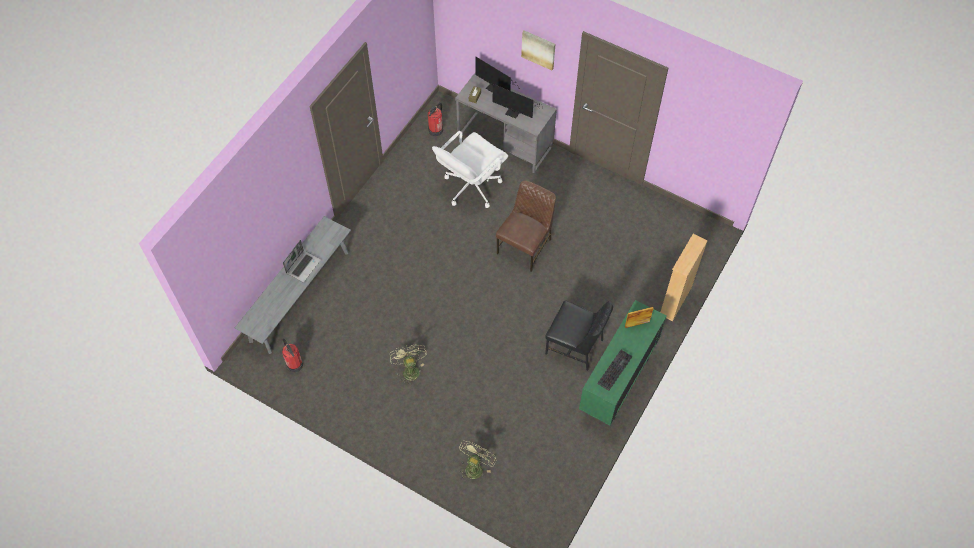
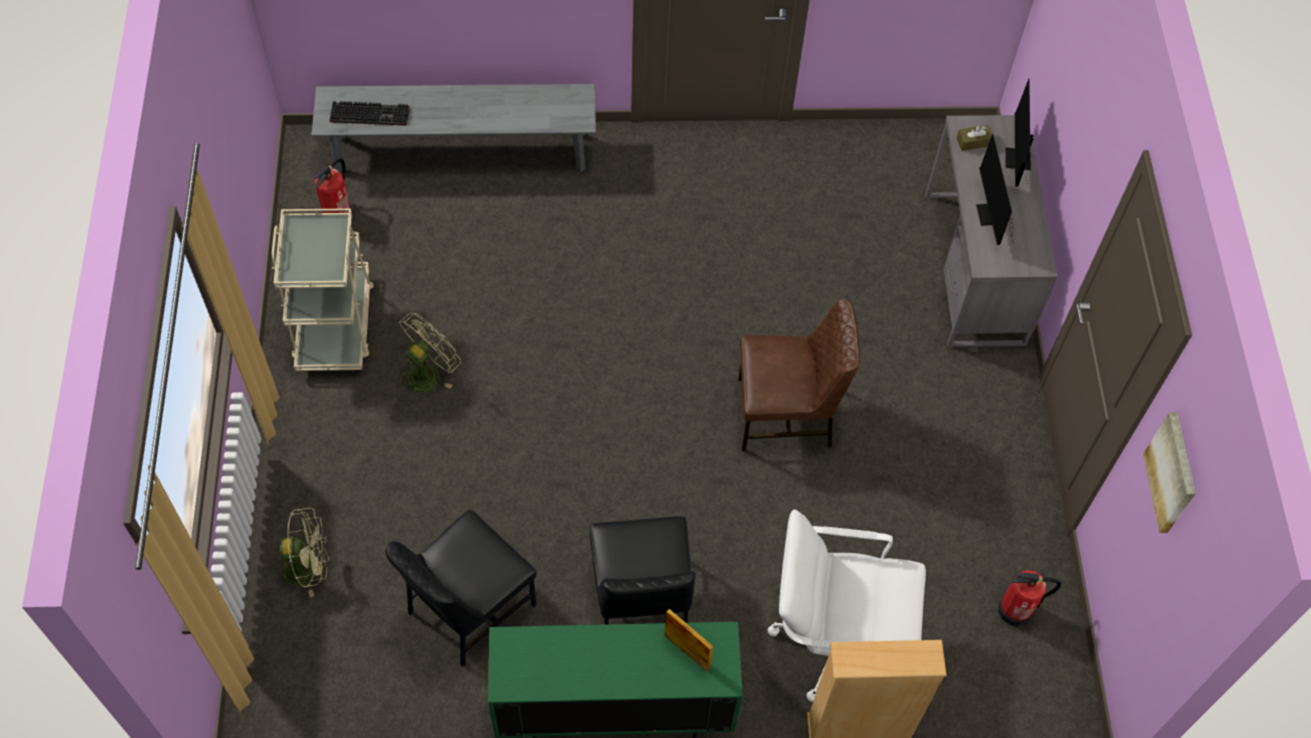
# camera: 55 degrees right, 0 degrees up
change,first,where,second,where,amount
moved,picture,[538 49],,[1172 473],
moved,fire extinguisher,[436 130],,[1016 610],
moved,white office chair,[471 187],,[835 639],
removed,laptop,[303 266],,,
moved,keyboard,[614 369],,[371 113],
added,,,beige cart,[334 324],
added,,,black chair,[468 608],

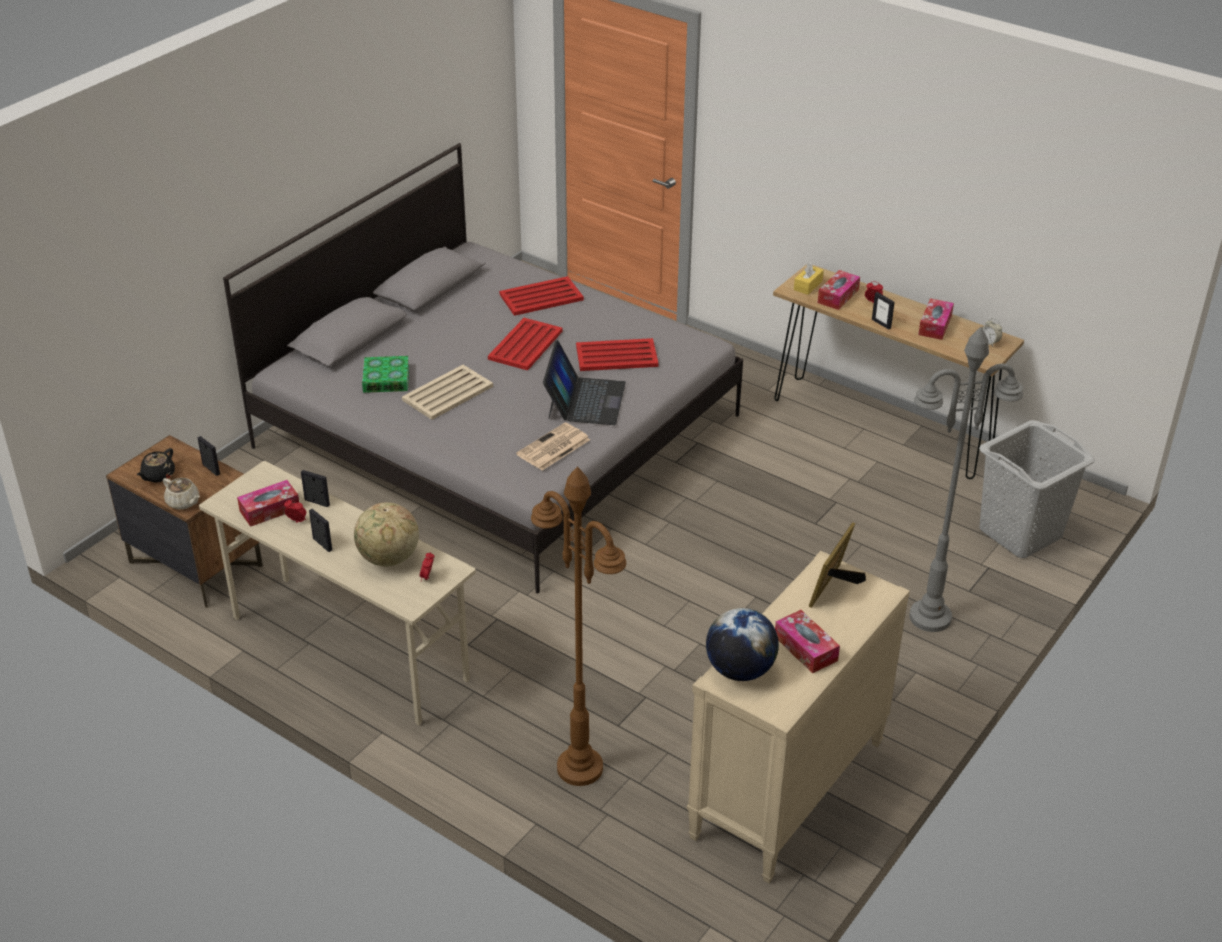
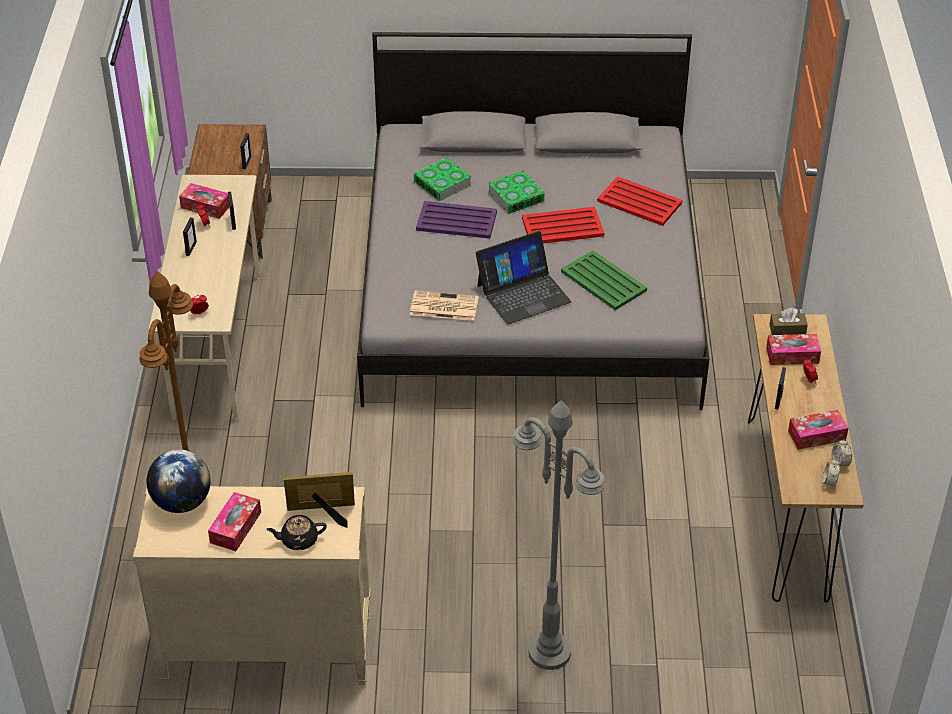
# camera: 55 degrees right, 5 degrees up
change,first,where,second,where,amount
recoloured,yellow tissue box,[808 285],brown tissue box,[787 330],
recoloured,red tray,[616 356],green tray,[603 280],
recoloured,beige tray,[447 393],purple tray,[456 221],
removed,grey laundry basket,[1020 533],,,
moved,black teapot,[158 476],,[298 540],
removed,beige teapot,[183 502],,,
removed,globe,[388 558],,,
added,,,book,[516 196],
added,,,alarm clock,[840 463],

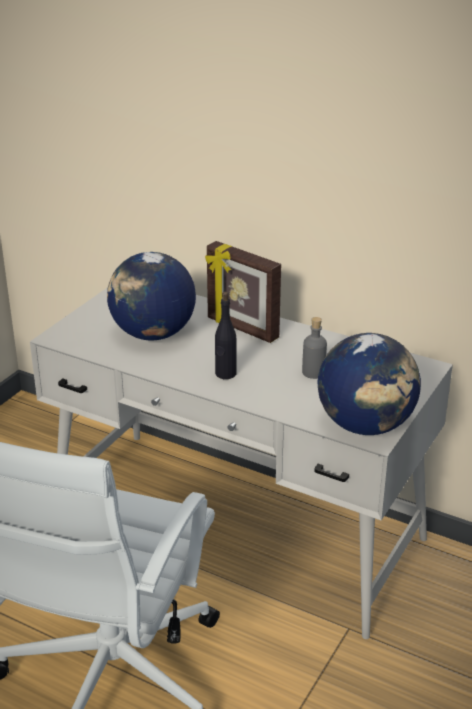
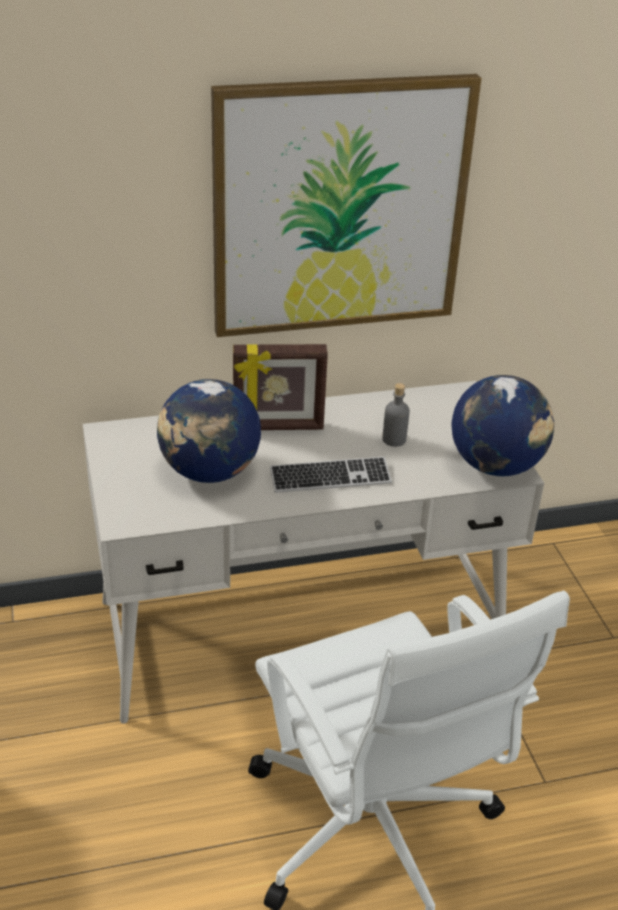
# camera: 45 degrees left, 5 degrees up
change,first,where,second,where,amount
replaced,black bottle,[225 374],keyboard,[330 477],
added,,,picture,[340 208],

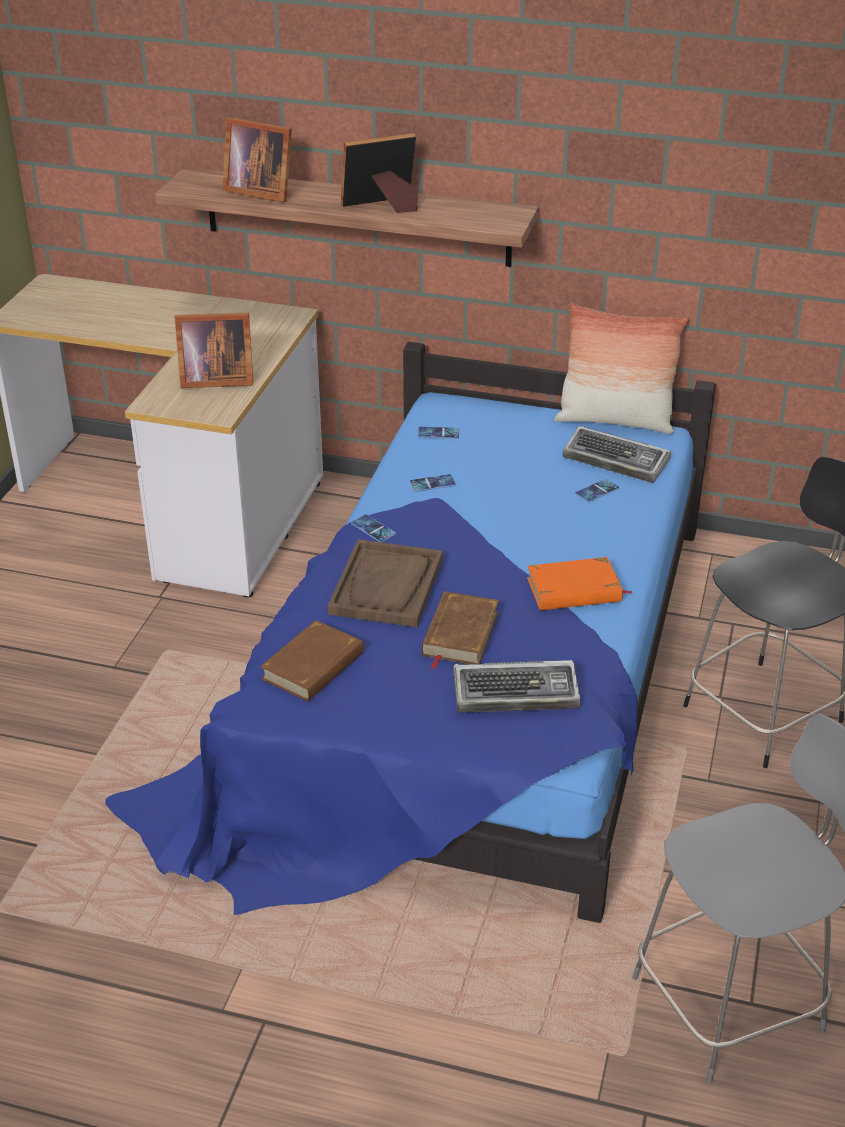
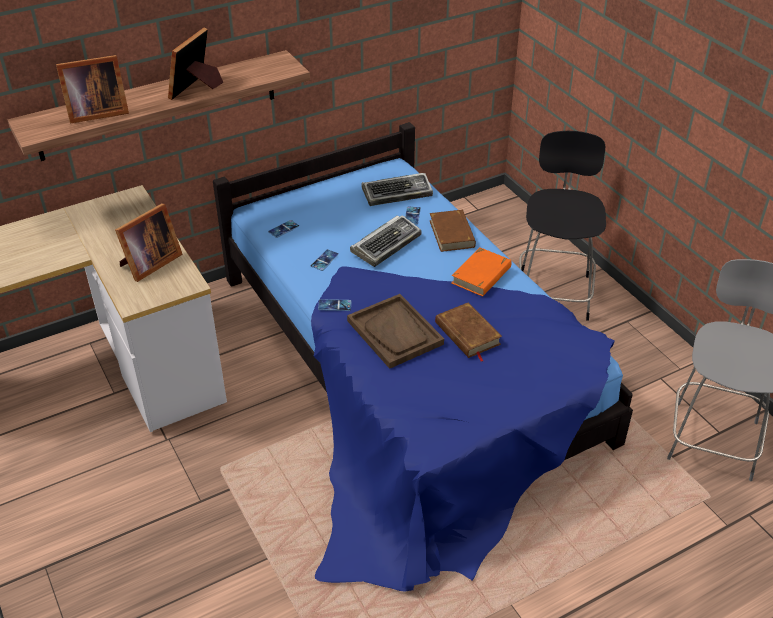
# camera: 45 degrees left, 5 degrees up
change,first,where,second,where,amount
removed,pillow,[615 421],,,
moved,brown book,[314 666],,[452 233],
moved,keyboard,[517 693],,[386 244],

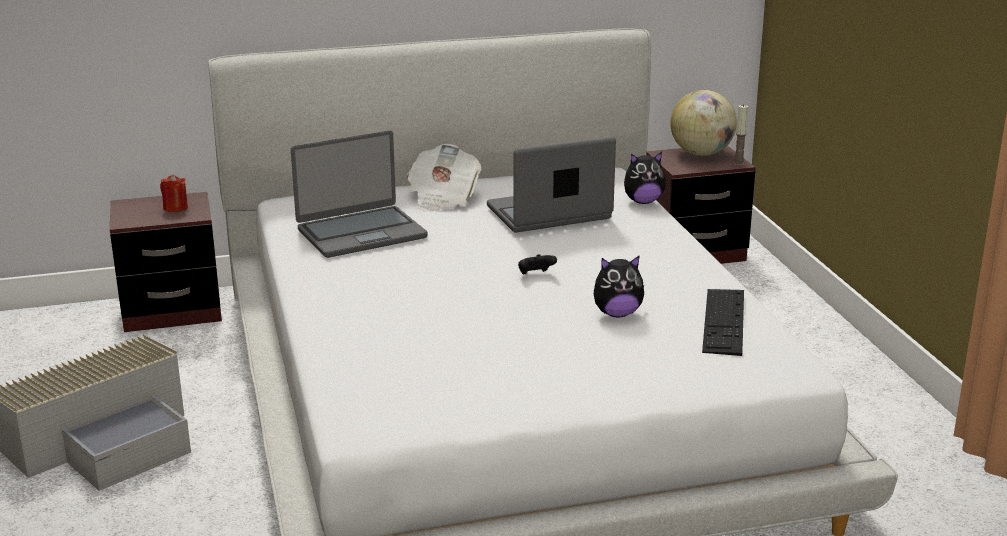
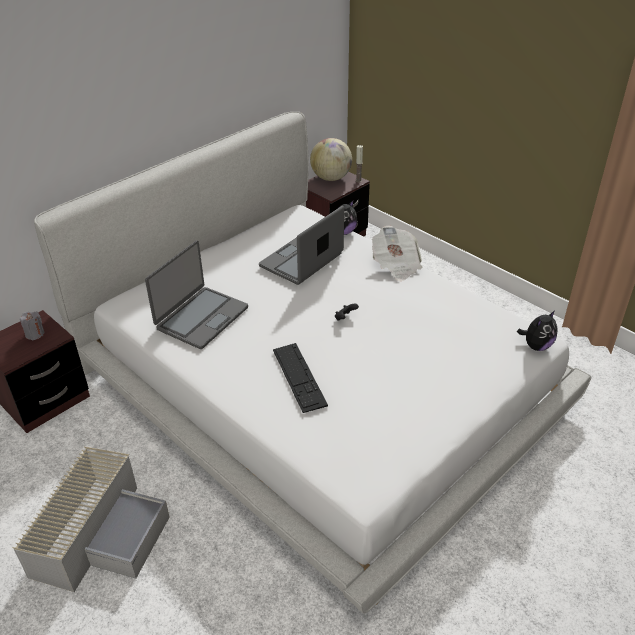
# camera: 30 degrees left, 15 degrees up
change,first,where,second,where,amount
moved,newspaper,[442 198],,[396 265],
recoloured,red candle,[175 208],grey candle,[35 334],
moved,plush toy,[617 313],,[536 346],
moved,keyboard,[724 321],,[299 377],

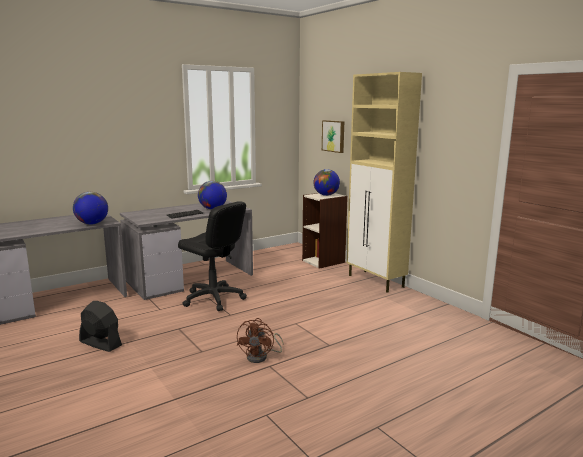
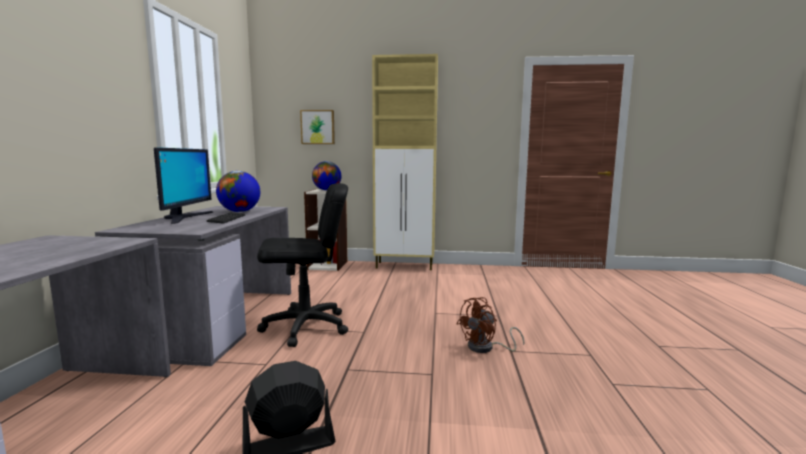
# camera: 50 degrees left, 5 degrees down
change,first,where,second,where,amount
removed,globe,[92 224],,,
turned,brown fan,[261 357],,[486 348],90 degrees clockwise
added,,,monitor,[185 218],

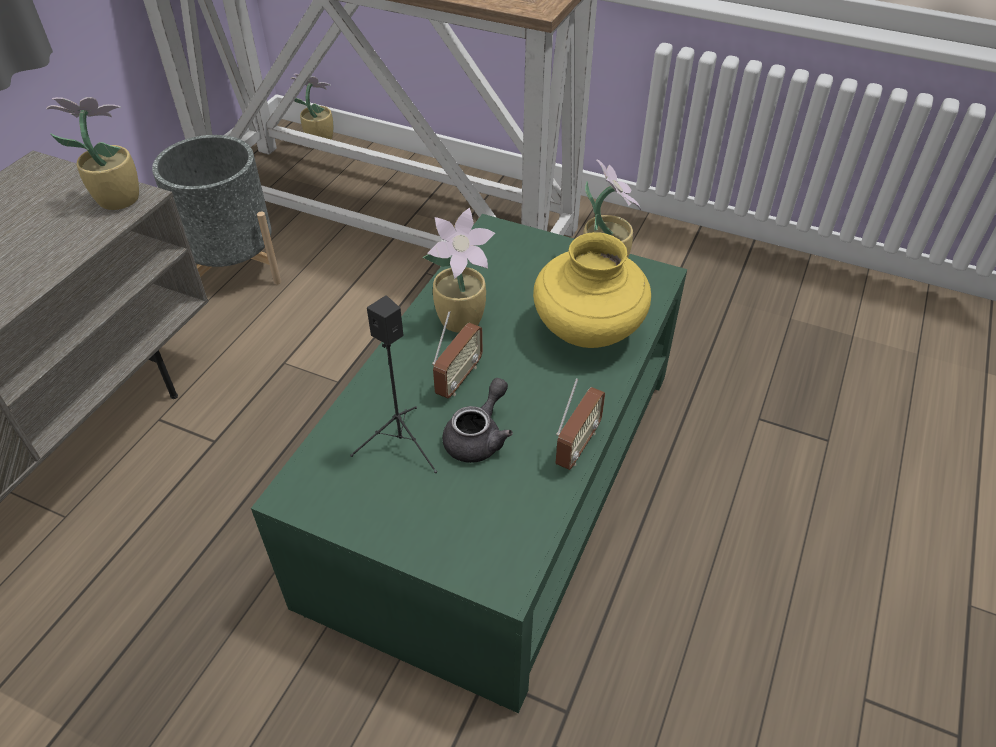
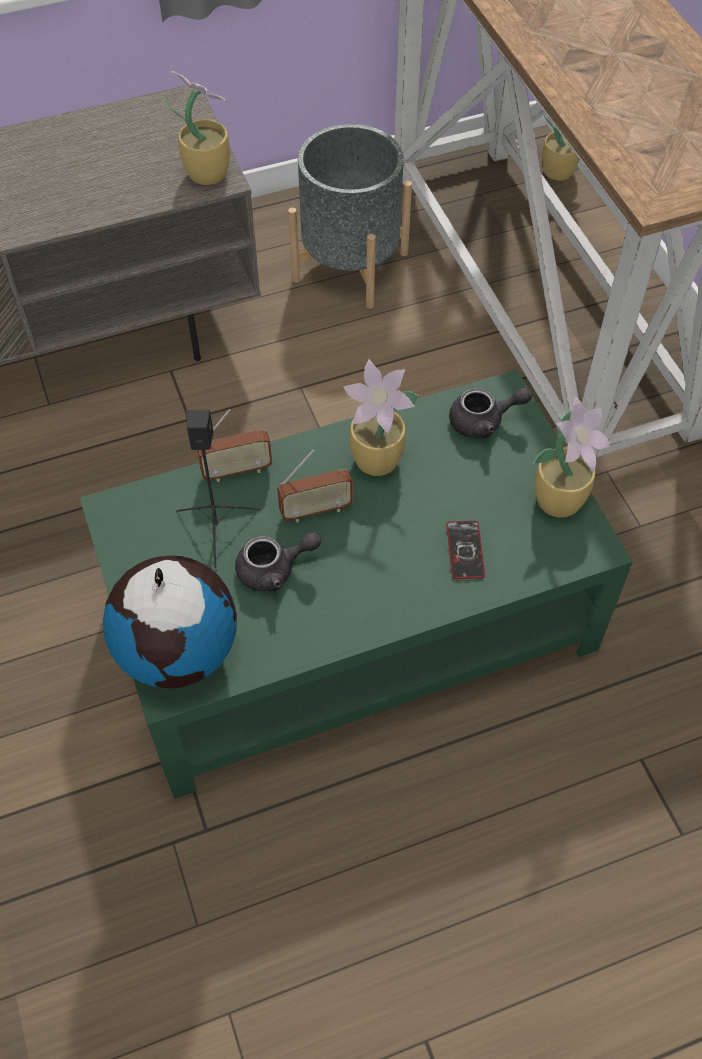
# camera: 45 degrees right, 10 degrees up
change,first,where,second,where,amount
replaced,yellow vase,[588 331],phone,[465 550],
moved,radio,[577 446],,[237 471],
added,,,grey teapot,[484 421],
added,,,globe,[179 650],

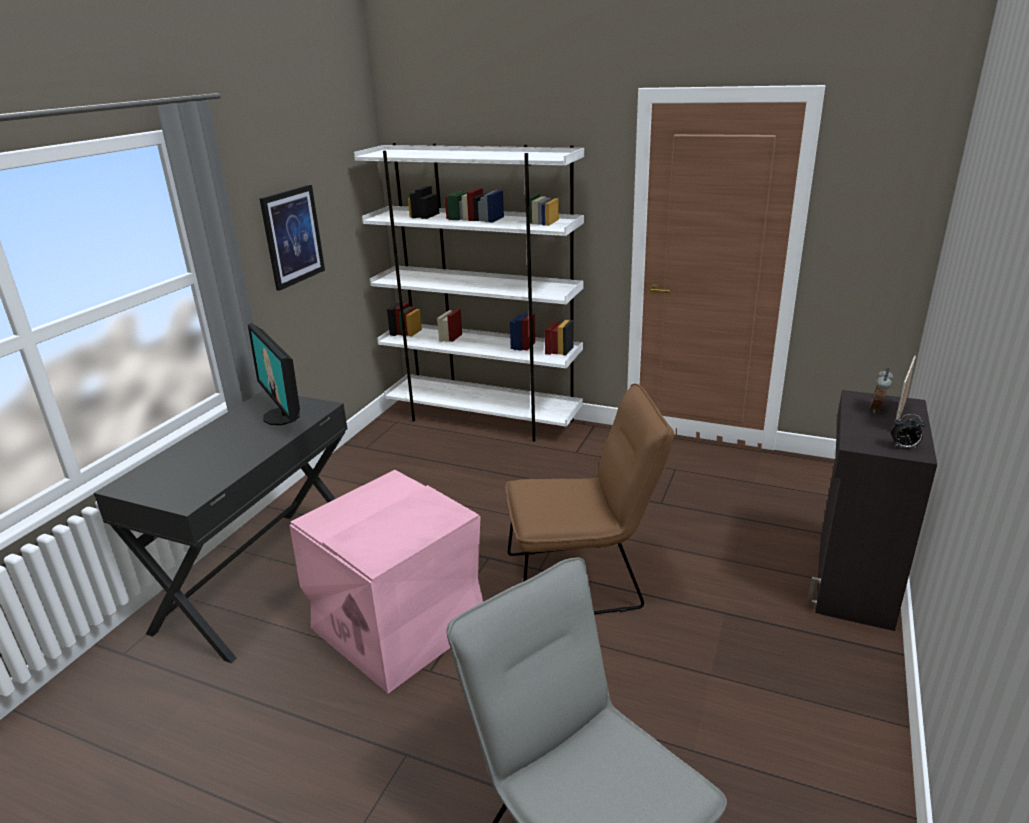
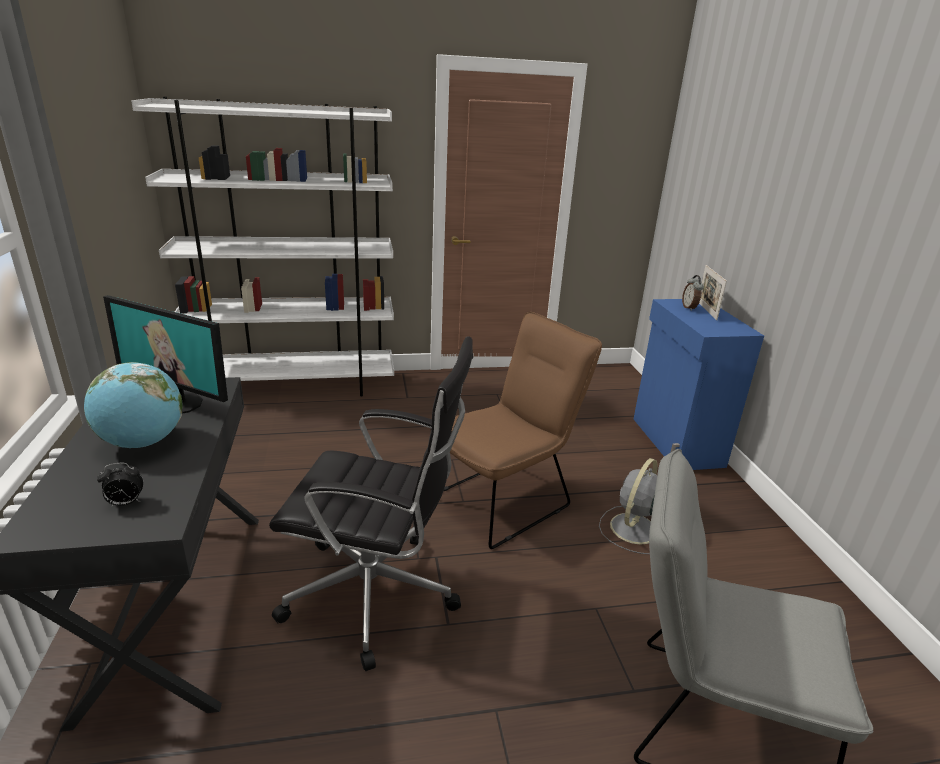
# camera: 35 degrees left, 0 degrees up
change,first,where,second,where,amount
removed,picture,[292 236],,,
recoloured,black cabinet,[851 580],blue cabinet,[675 442],
moved,alarm clock,[904 447],,[125 503],
replaced,pink storage box,[396 624],black office chair,[376 594],
added,,,globe,[143 442],
added,,,grey fan,[632 529],

